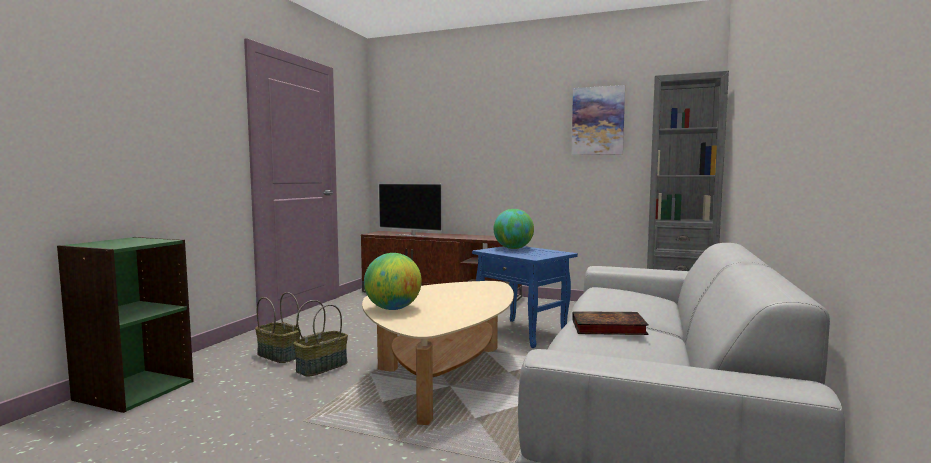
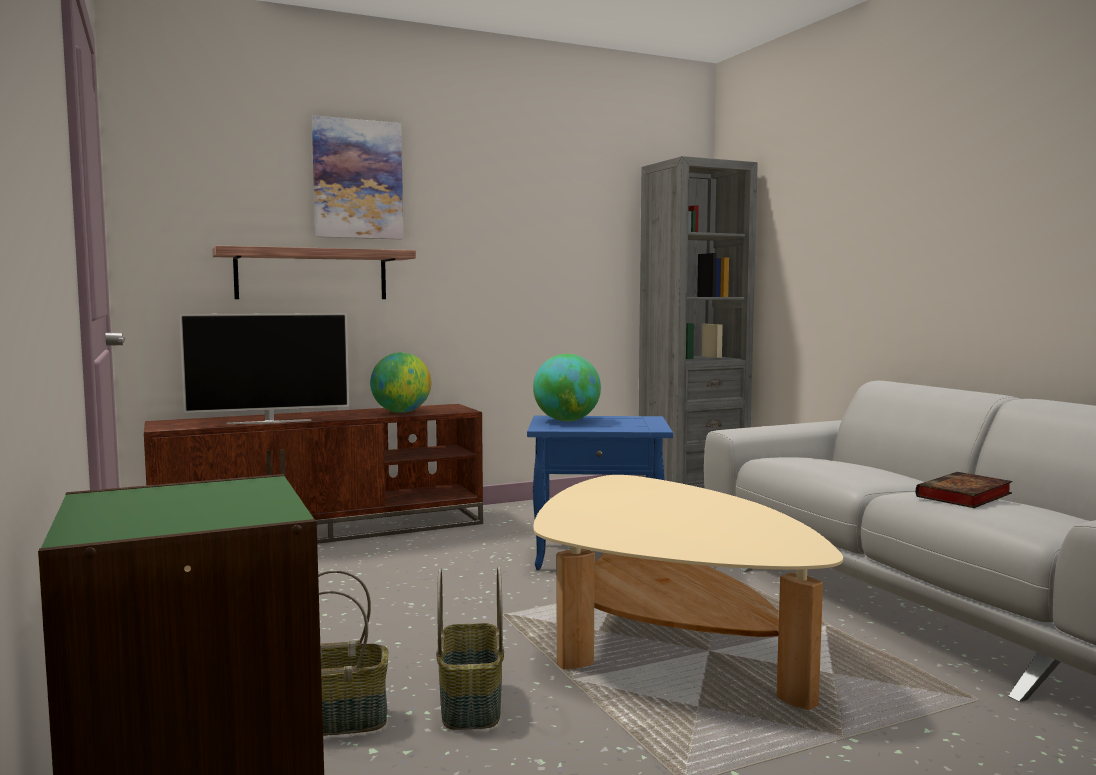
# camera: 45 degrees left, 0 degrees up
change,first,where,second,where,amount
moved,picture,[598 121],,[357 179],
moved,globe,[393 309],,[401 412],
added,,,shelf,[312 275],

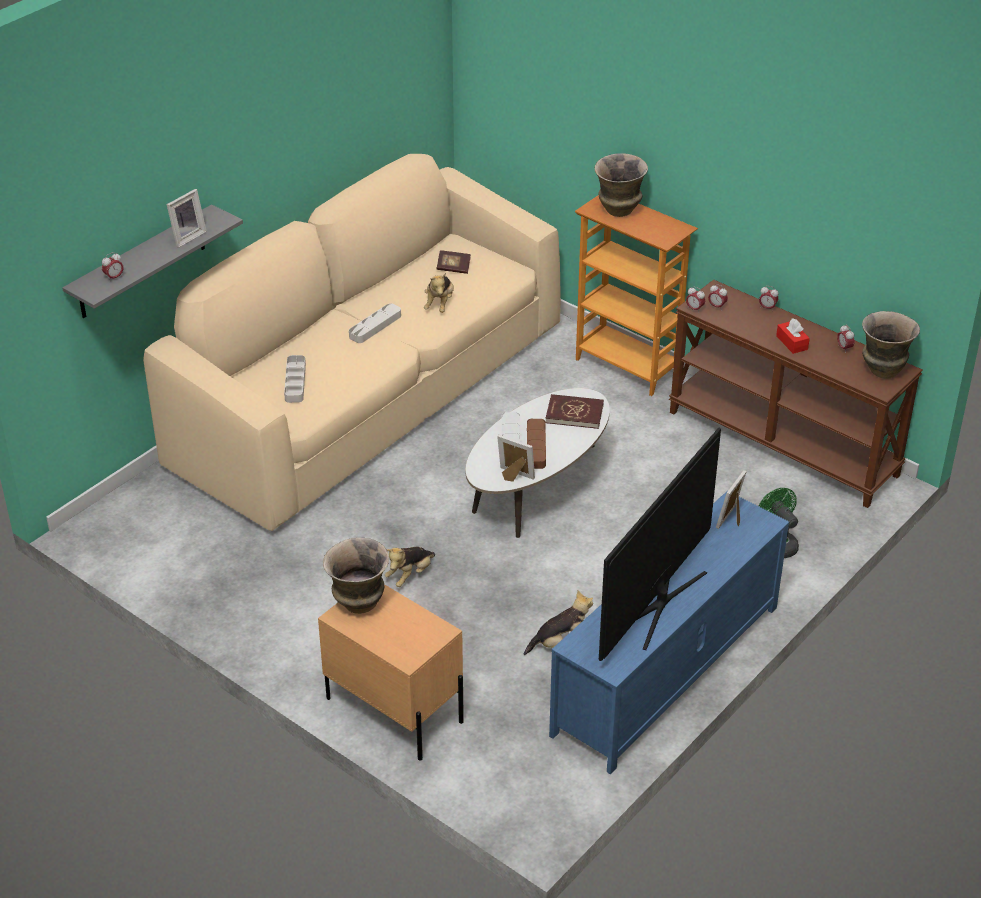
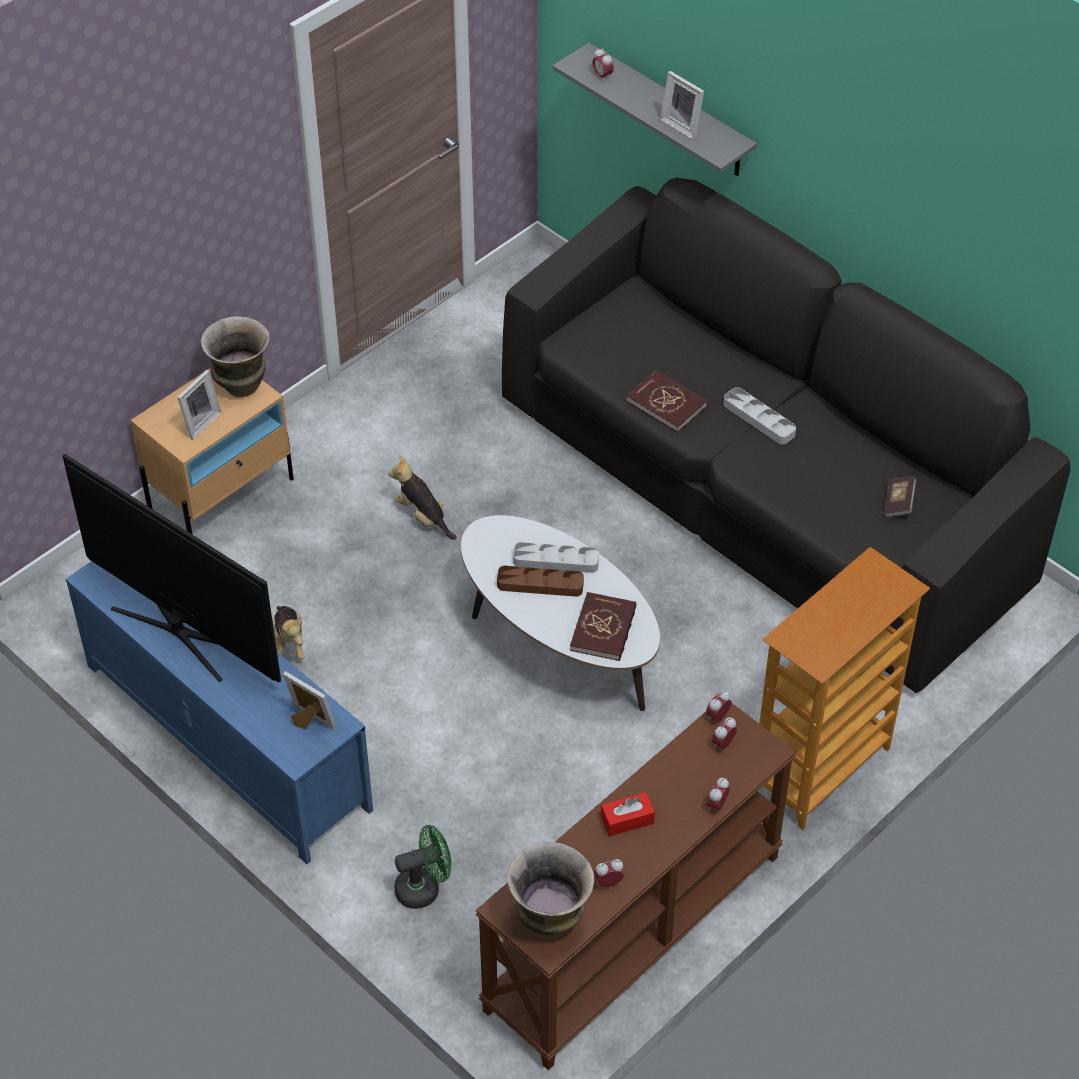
# camera: 95 degrees right, 10 degrees up
change,first,where,second,where,amount
removed,vase,[619 211],,,
recoloured,beige sofa,[370 394],black sofa,[763 491],
removed,plush toy,[439 304],,,
removed,grey tray,[295 382],,,
moved,picture frame,[514 477],,[199 422],
added,,,red book,[667 403],

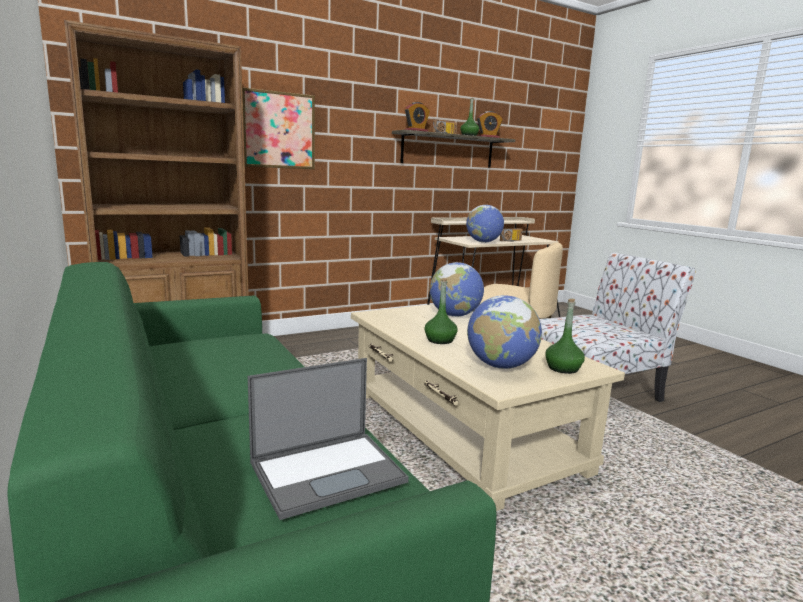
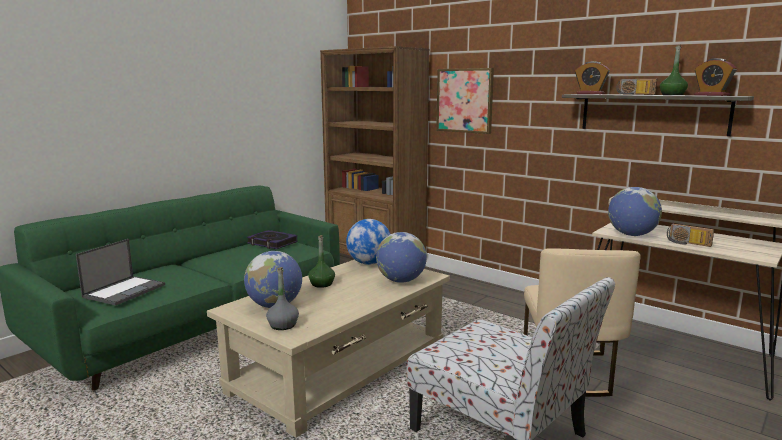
# camera: 70 degrees right, 0 degrees up
change,first,where,second,where,amount
recoloured,green bottle,[563 368],grey bottle,[283 325],
turned,laptop,[329 471],,[125 290],105 degrees counterclockwise
added,,,globe,[369 263],
added,,,book,[272 243],

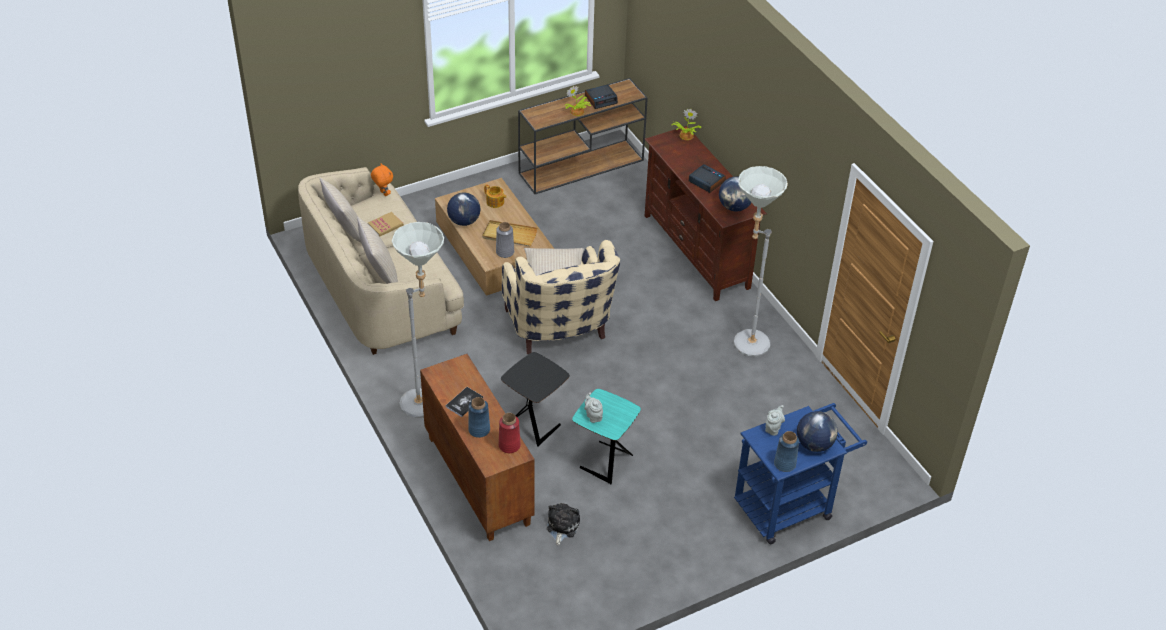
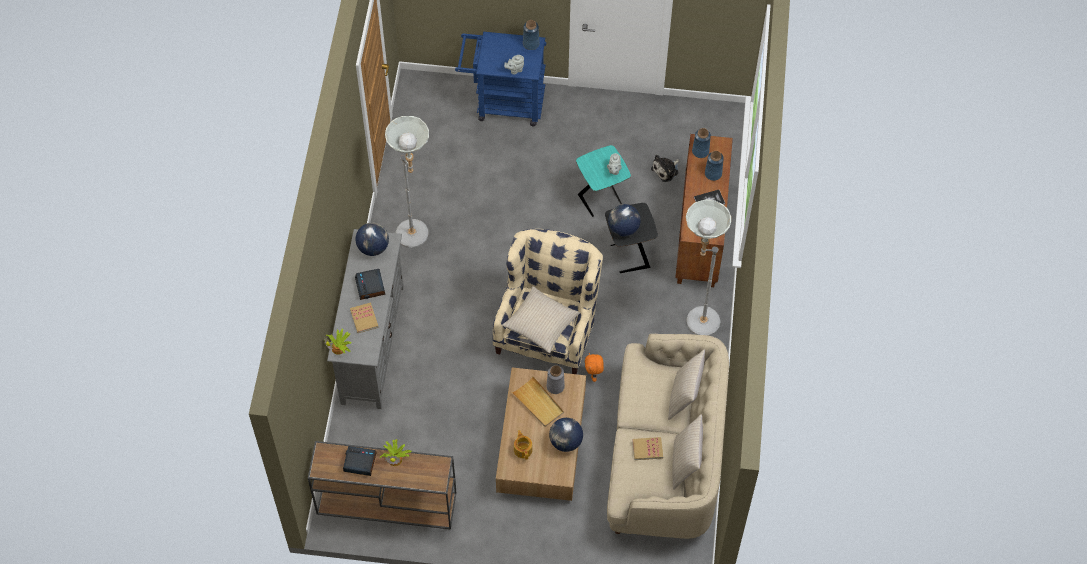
# camera: 145 degrees left, 15 degrees up
change,first,where,second,where,amount
recoloured,brown tv stand,[697 251],grey tv stand,[372 344],
moved,orange plush toy,[383 193],,[593 375],
moved,globe,[814 444],,[623 229],
recoloured,red vase,[509 445],blue vase,[700 151],
added,,,book,[364 318],

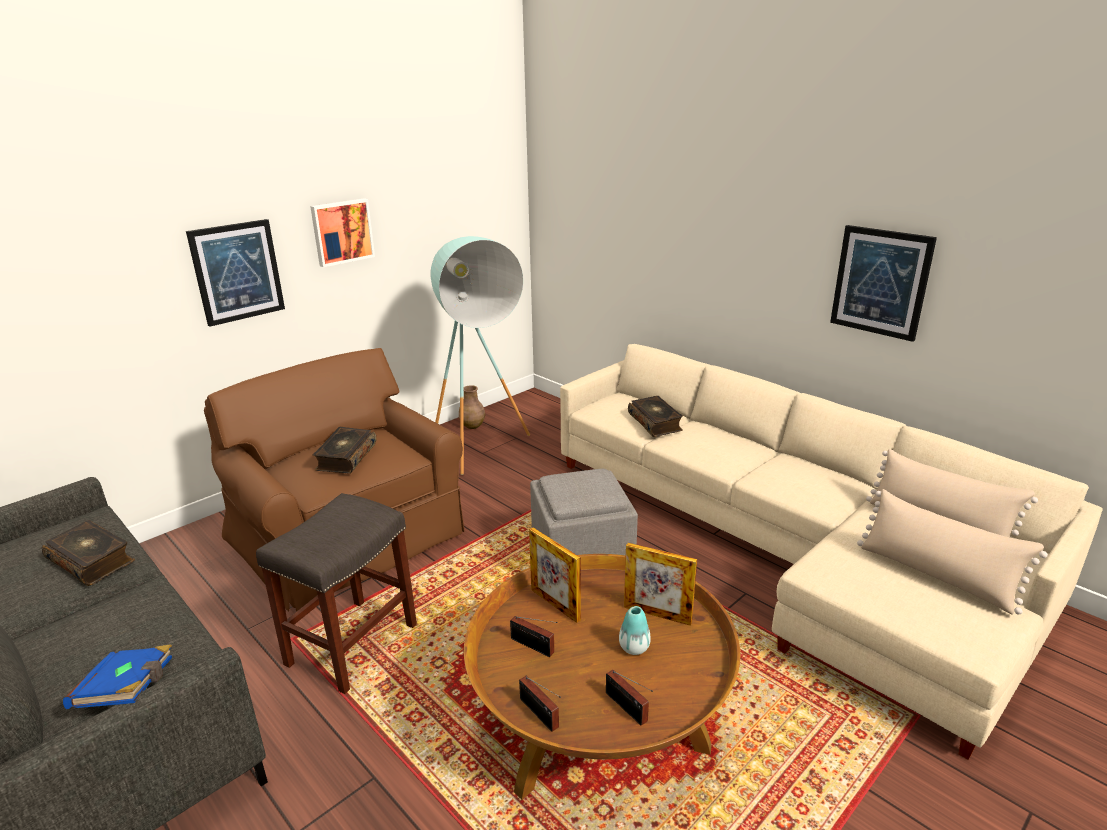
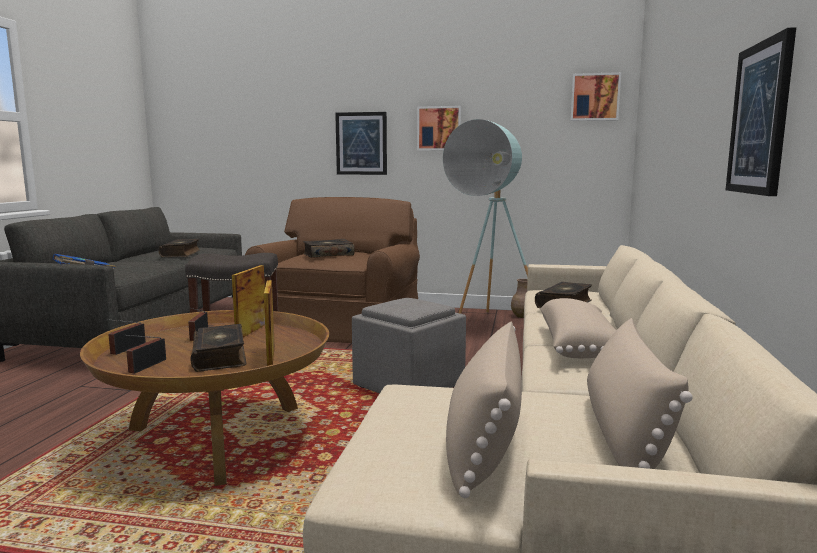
# camera: 55 degrees right, 15 degrees down
change,first,where,second,where,amount
replaced,vase,[634 647],book,[220 357],
added,,,picture,[595 97],
added,,,beige pillow,[580 347],

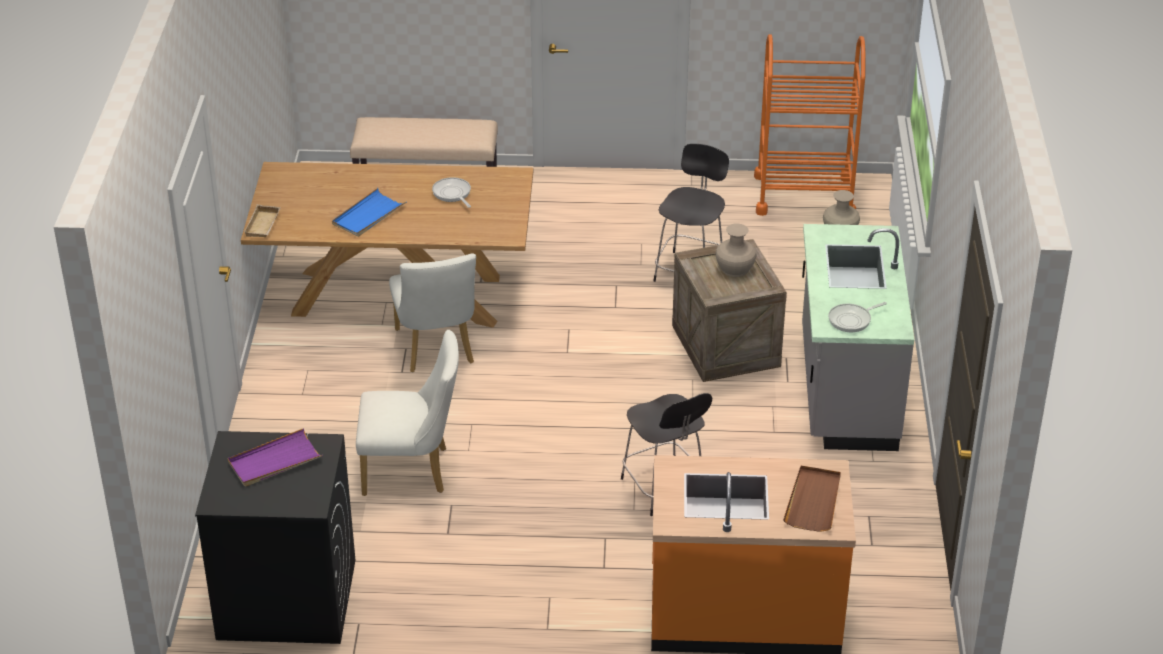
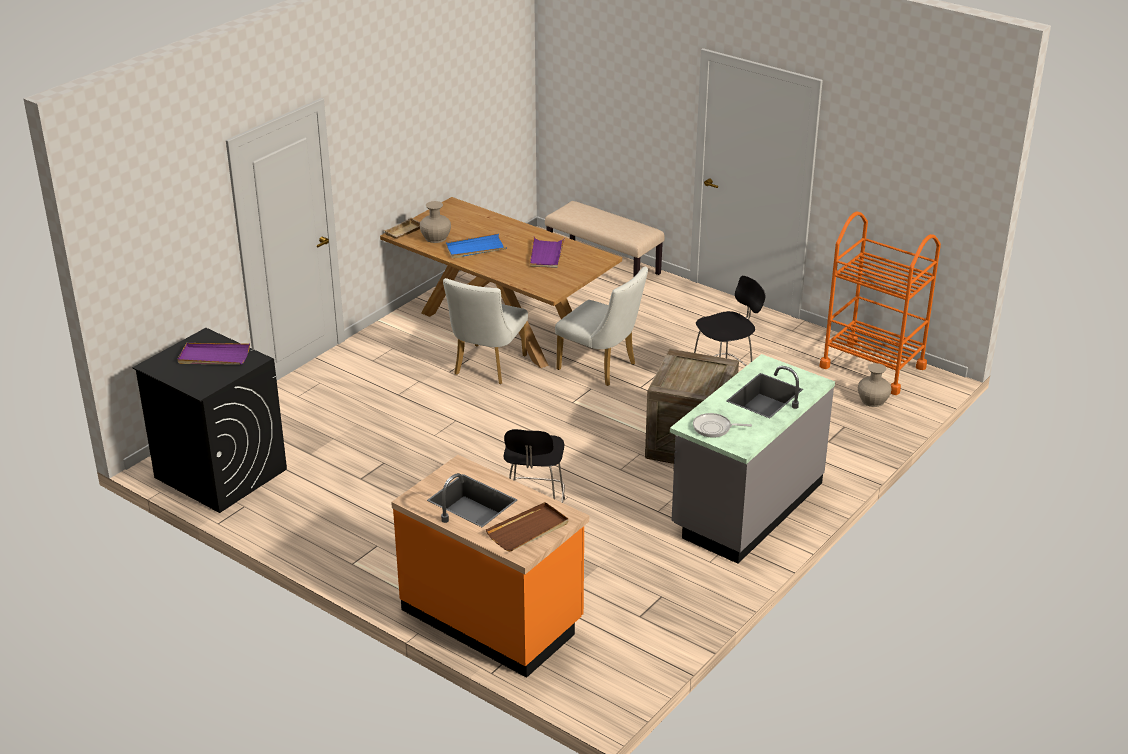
# camera: 35 degrees right, 5 degrees down
change,first,where,second,where,amount
replaced,frying pan,[452 194],purple tray,[546 254],
moved,beige vase,[735 268],,[435 238],
moved,white chair,[412 471],,[601 368],

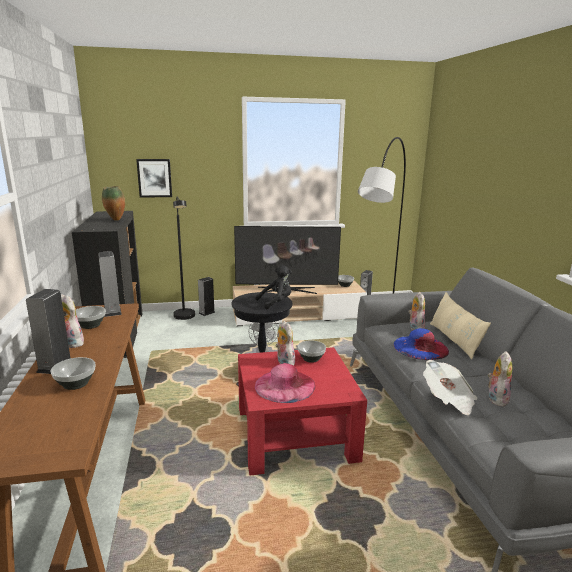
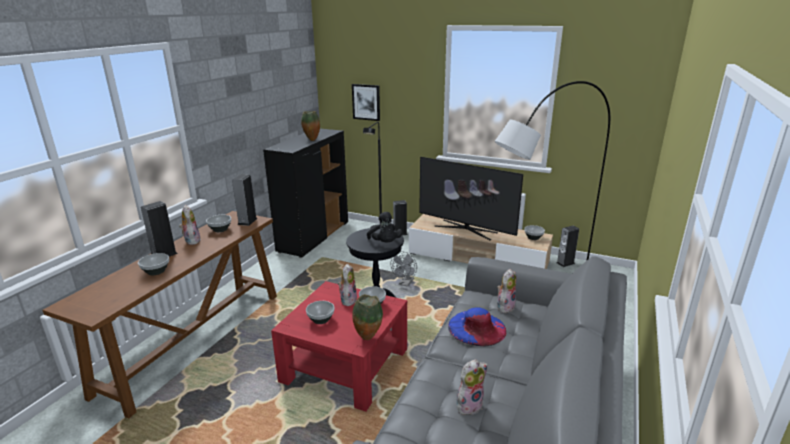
# camera: 35 degrees right, 5 degrees up
change,first,where,second,where,amount
turned,black plush toy,[276 302],,[385 243],60 degrees clockwise
removed,beige pillow,[454 340],,,
removed,newspaper,[448 399],,,
replaced,pink hat,[285 385],bowl,[321 320],
added,,,vase,[368 337],

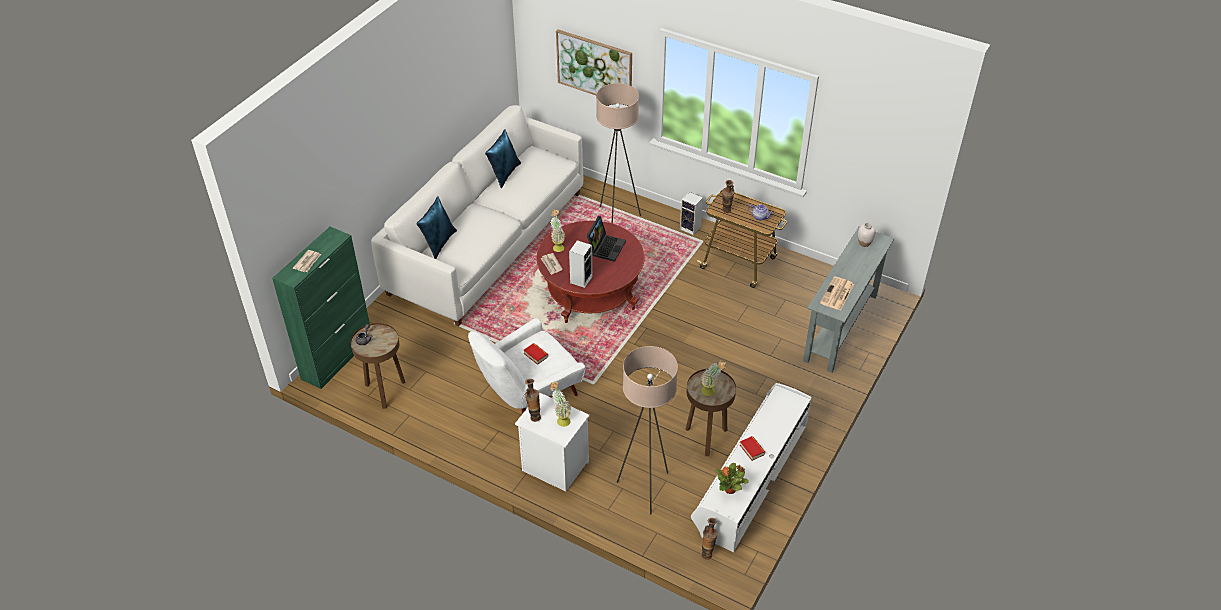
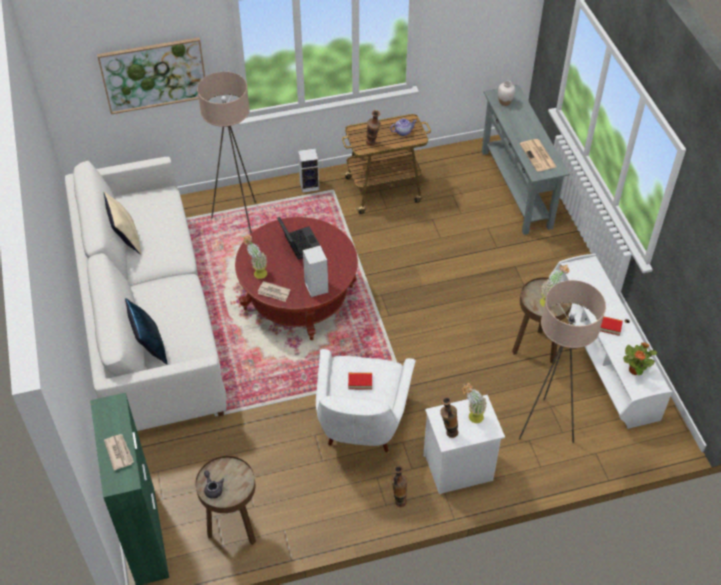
# camera: 45 degrees left, 5 degrees up
change,first,where,second,where,amount
recoloured,blue pillow,[504 174],beige pillow,[126 239],
moved,vase,[707 553],,[399 499],

